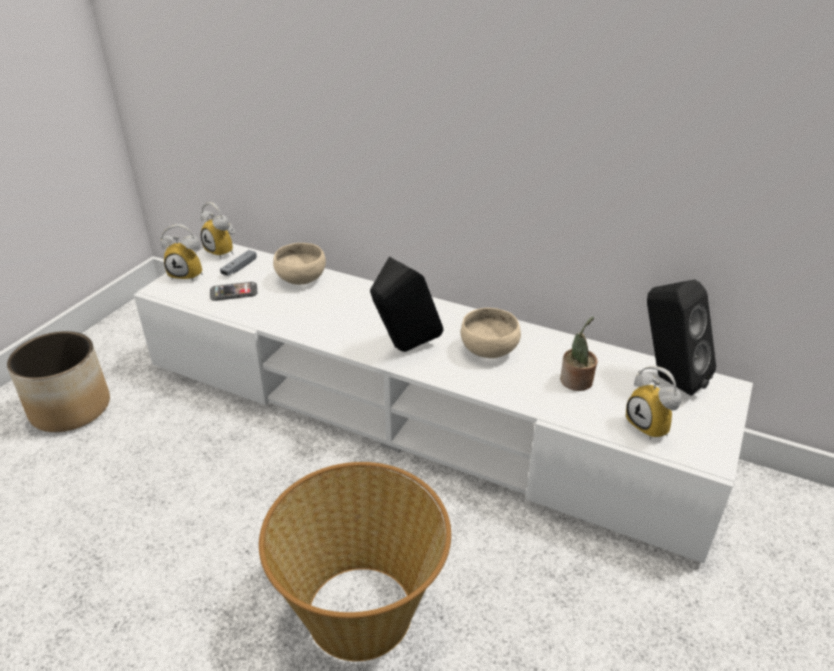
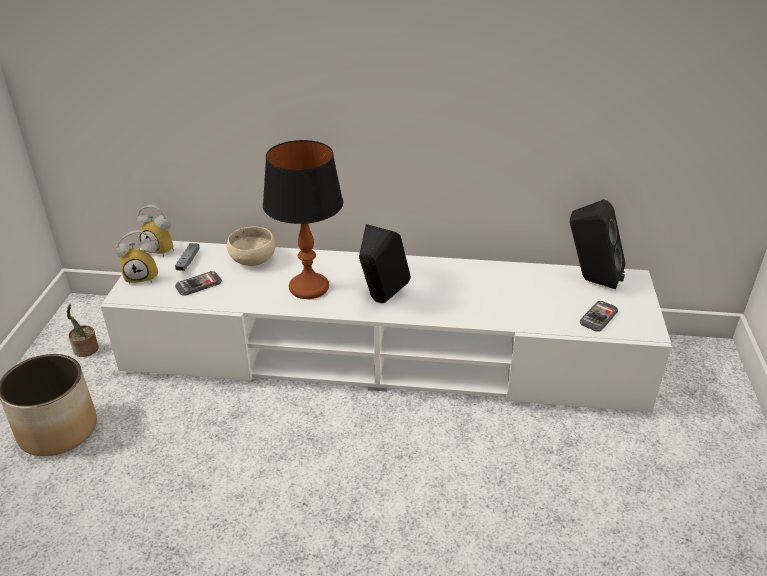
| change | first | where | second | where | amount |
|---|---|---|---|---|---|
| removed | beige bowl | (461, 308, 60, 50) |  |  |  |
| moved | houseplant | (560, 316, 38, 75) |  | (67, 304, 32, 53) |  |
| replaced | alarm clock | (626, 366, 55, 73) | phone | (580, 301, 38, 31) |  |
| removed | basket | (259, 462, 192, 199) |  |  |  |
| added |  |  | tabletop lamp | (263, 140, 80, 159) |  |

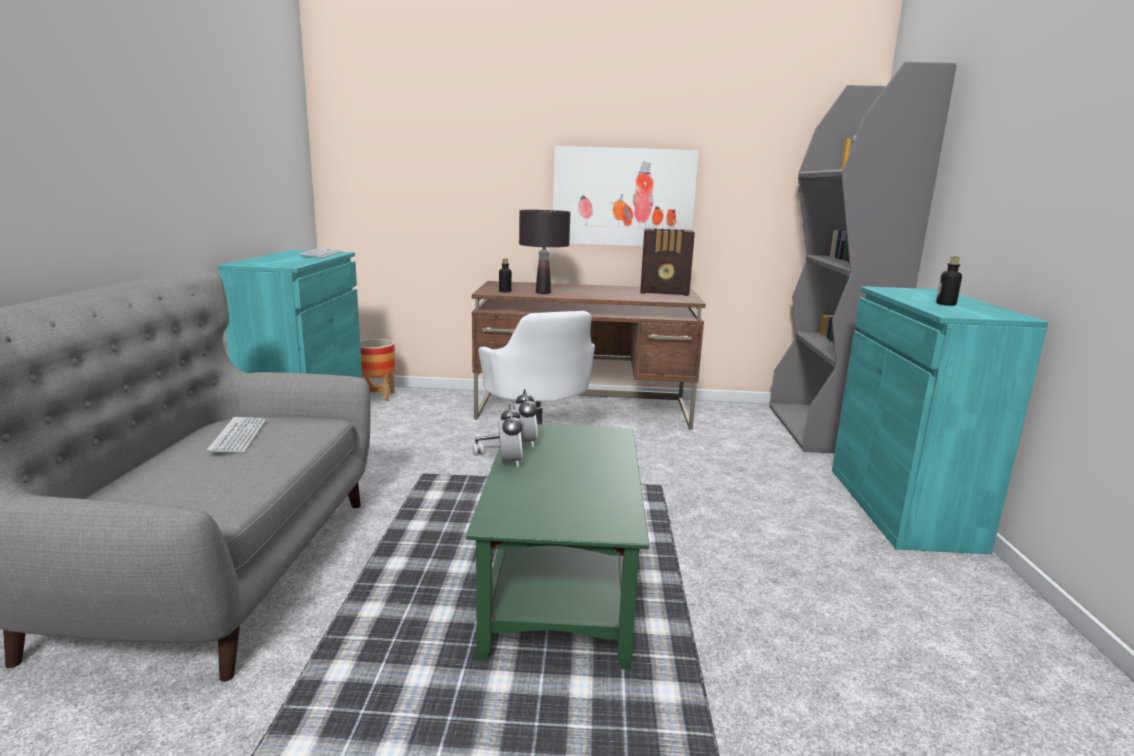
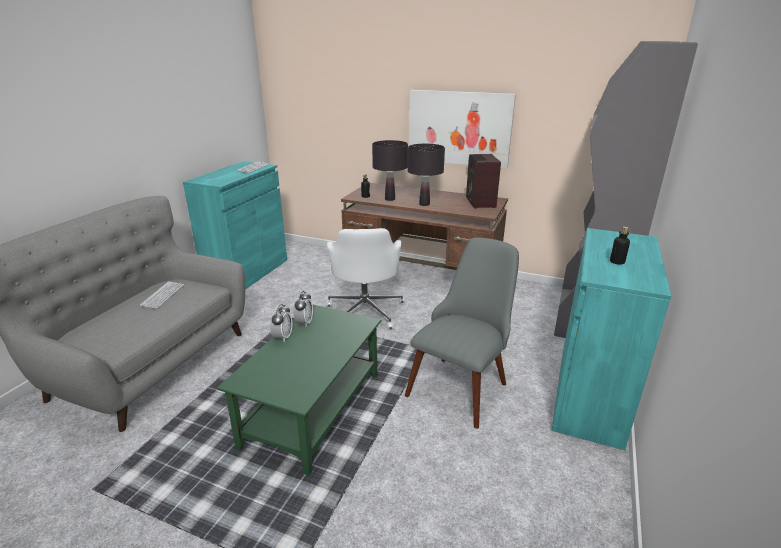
| change | first | where | second | where | amount |
|---|---|---|---|---|---|
| turned | radio | (640, 228, 55, 68) |  | (466, 154, 35, 54) | 60 degrees clockwise |
| removed | flower pot | (360, 339, 35, 62) |  |  |  |
| added |  |  | black-coloured tabletop lamp | (408, 144, 37, 62) |  |
| added |  |  | gray upright chair | (405, 237, 114, 192) |  |

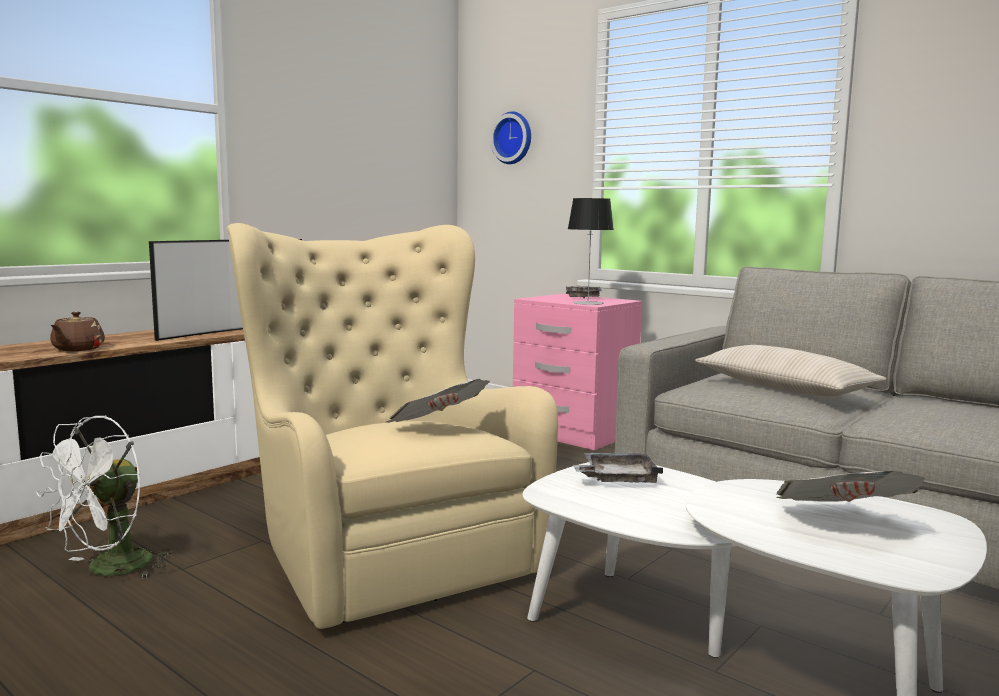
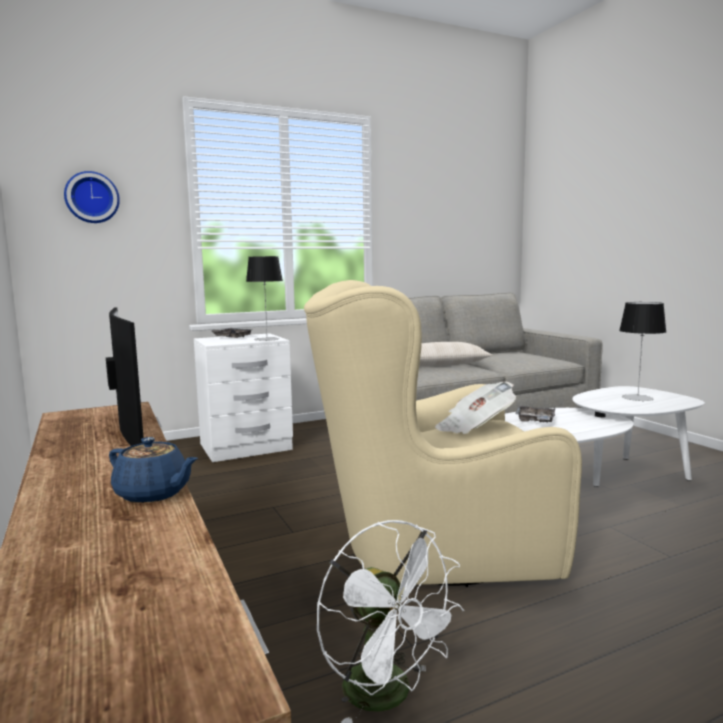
| change | first | where | second | where | amount |
|---|---|---|---|---|---|
| recoloured | pinkish bedside table | (513, 294, 129, 156) | whitish bedside table | (194, 333, 99, 129) |  |
| recoloured | brownish teapot | (50, 312, 55, 39) | blue teapot | (109, 437, 89, 66) |  |
| replaced | newspaper | (776, 471, 150, 31) | tabletop lamp | (619, 302, 47, 99) |  |

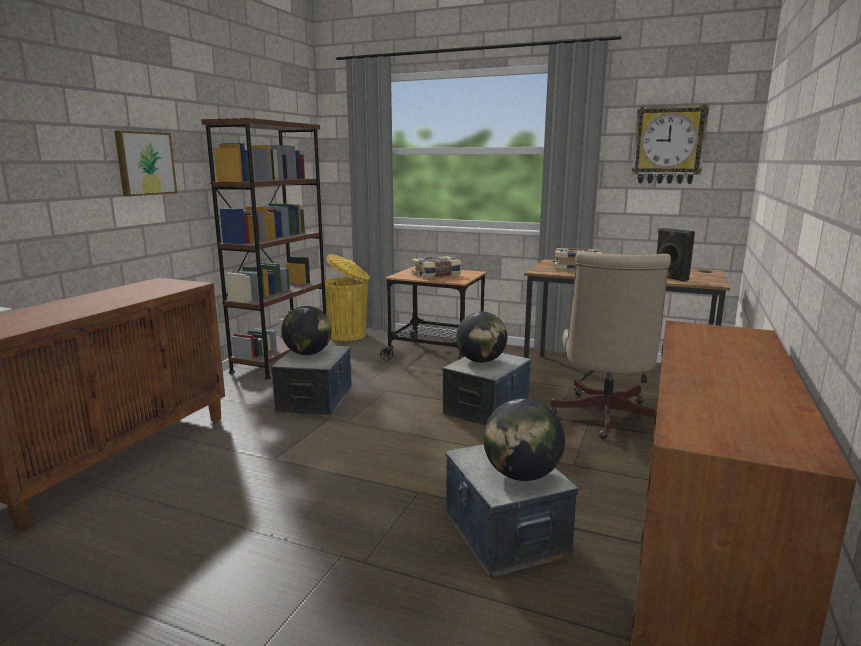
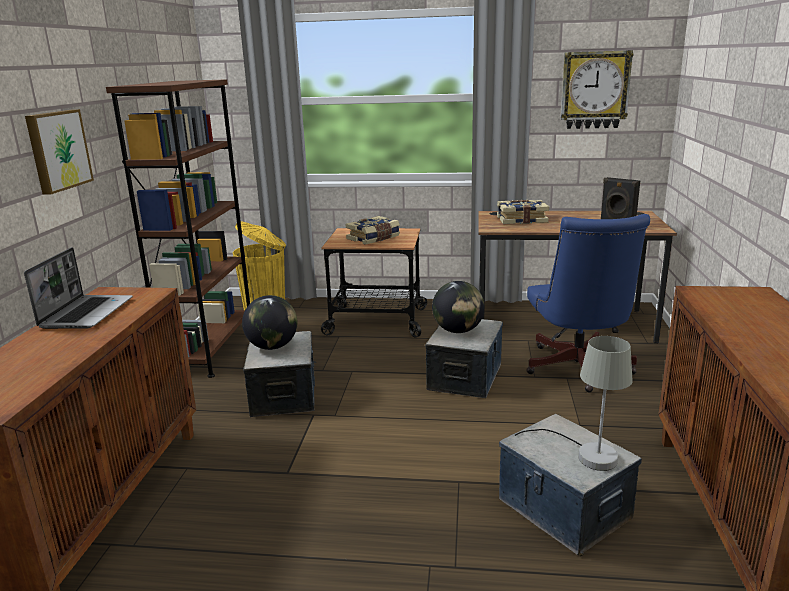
| change | first | where | second | where | amount |
|---|---|---|---|---|---|
| recoloured | beige desk chair | (550, 251, 121, 188) | blue desk chair | (526, 214, 124, 178) |  |
| replaced | globe | (483, 399, 82, 82) | gray tabletop lamp | (514, 336, 119, 135) |  |
| added |  |  | portable computer | (24, 247, 109, 82) |  |

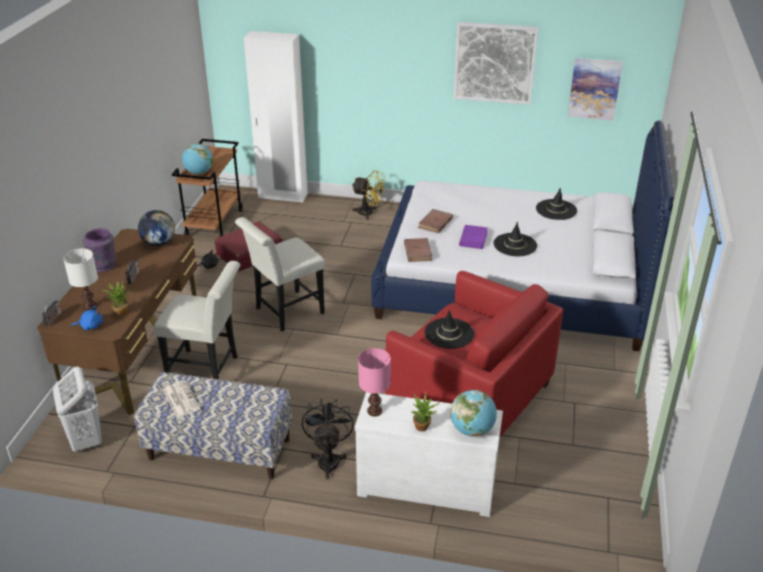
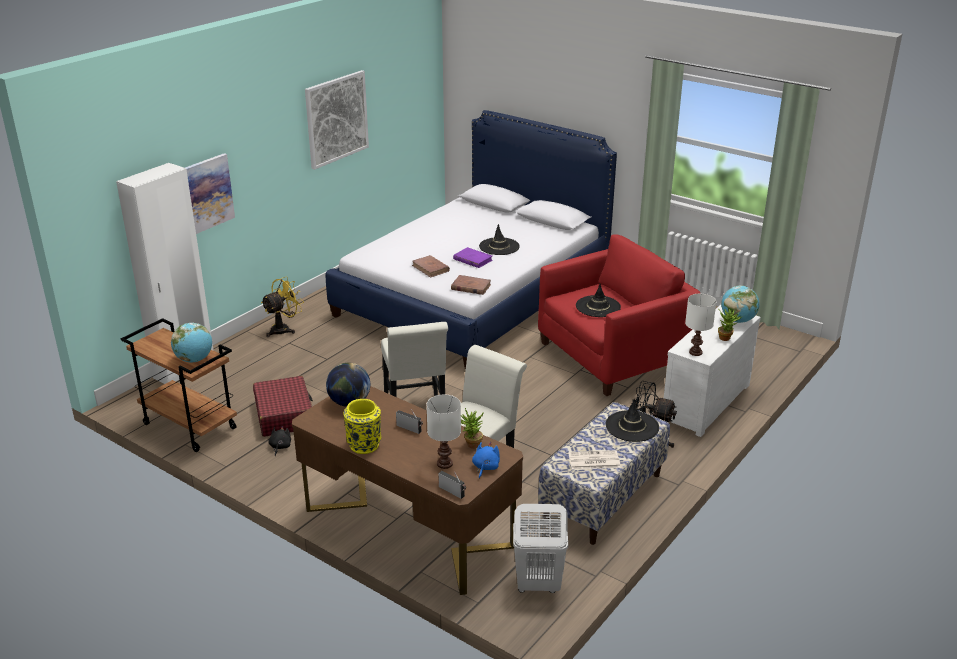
| change | first | where | second | where | amount |
|---|---|---|---|---|---|
| moved | wall picture | (568, 58, 55, 62) |  | (185, 153, 50, 81) |  |
| moved | black-coloured clothing hat | (536, 188, 41, 32) |  | (606, 399, 53, 43) |  |
| recoloured | purple-coloured vase | (83, 228, 33, 44) | yellow vase | (343, 399, 38, 55) |  |
| recoloured | pinkish tabletop lamp | (358, 348, 33, 68) | whitish tabletop lamp | (685, 294, 32, 62) |  |

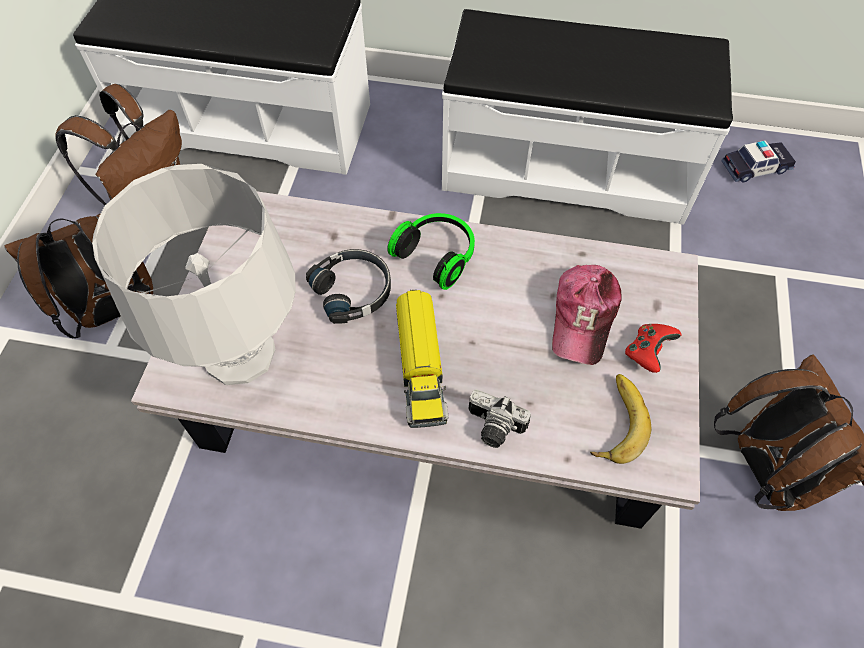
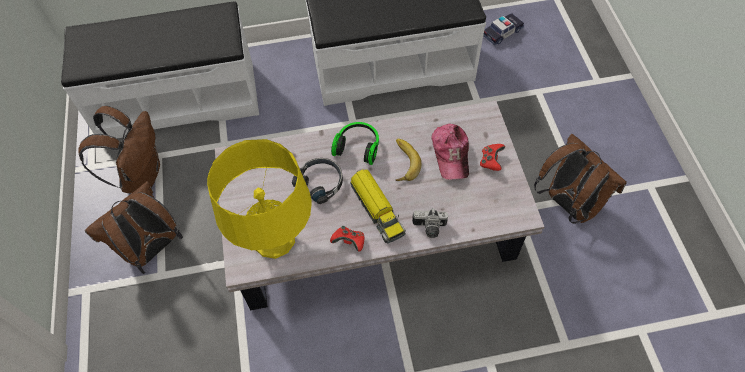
| change | first | where | second | where | amount |
|---|---|---|---|---|---|
| recoloured | gray tabletop lamp | (92, 164, 204, 221) | yellow tabletop lamp | (207, 139, 105, 120) |  |
| moved | whole banana | (590, 374, 62, 90) |  | (396, 139, 25, 42) |  |
| added |  |  | red joypad | (330, 226, 34, 26) |  |

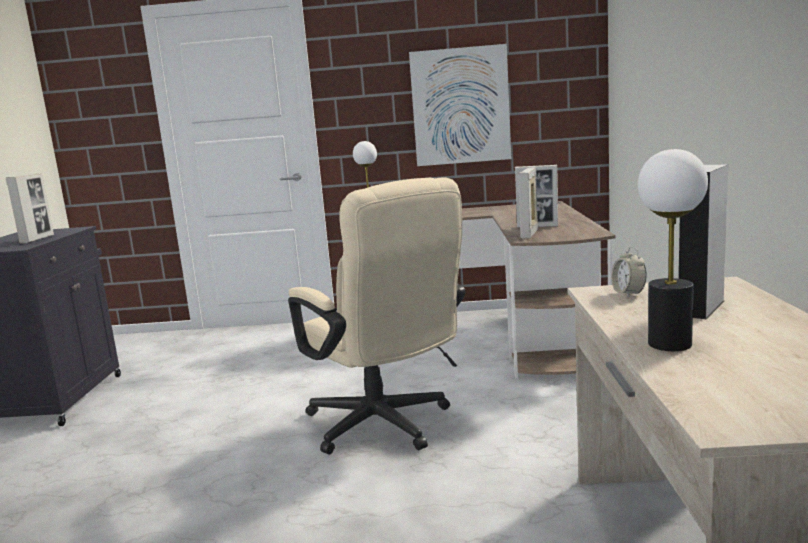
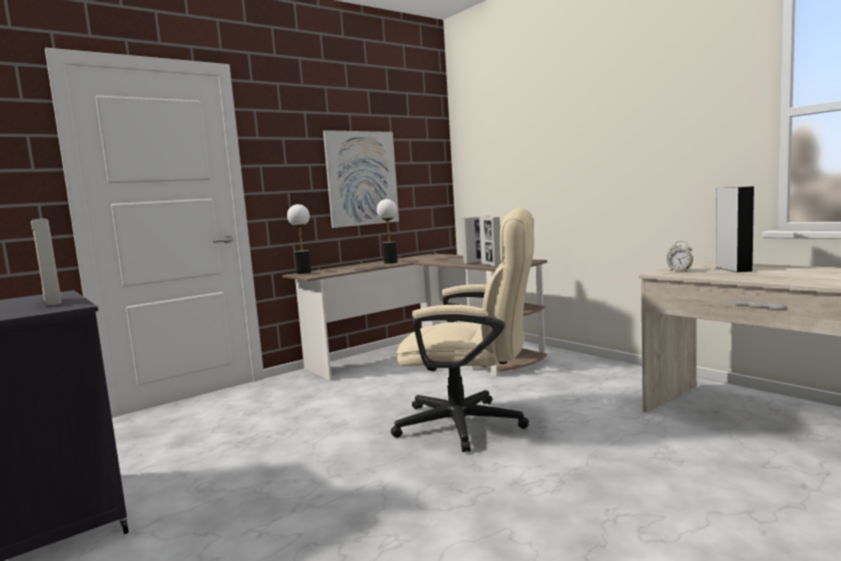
| change | first | where | second | where | amount |
|---|---|---|---|---|---|
| moved | tabletop lamp | (638, 149, 70, 202) |  | (377, 199, 20, 65) |  |

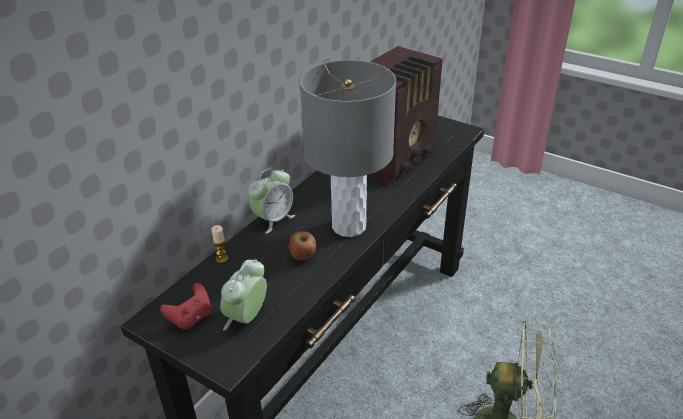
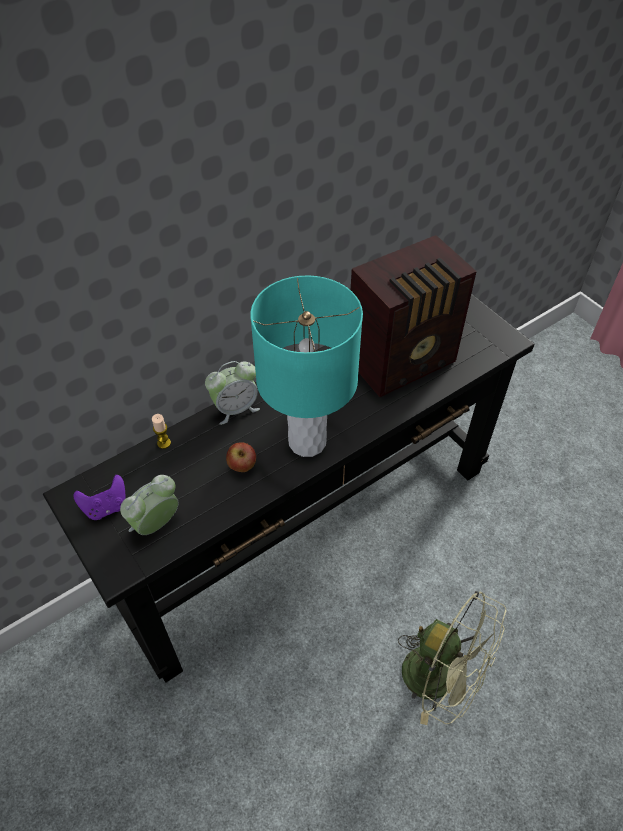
| change | first | where | second | where | amount |
|---|---|---|---|---|---|
| recoloured | gray tabletop lamp | (300, 60, 96, 177) | turquoise tabletop lamp | (250, 276, 113, 181) |  |
| recoloured | red joypad | (160, 283, 51, 47) | purple-coloured joypad | (73, 475, 53, 45) |  |

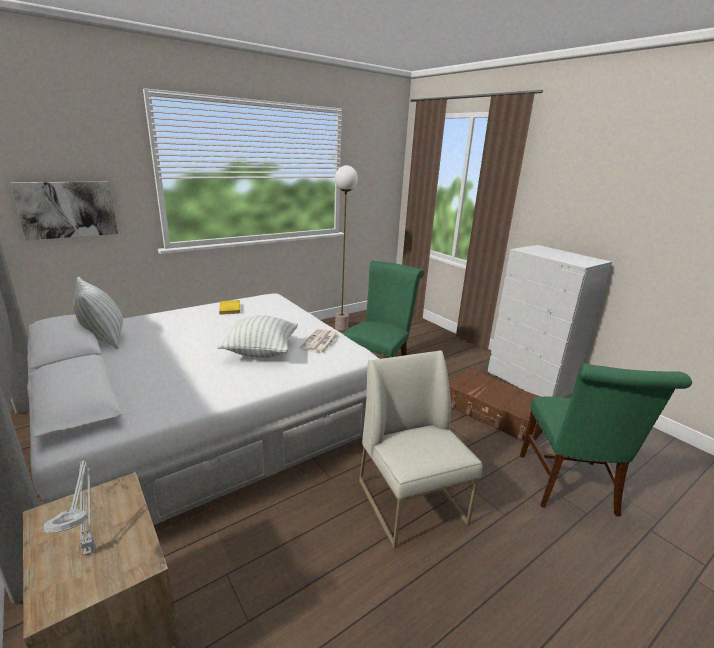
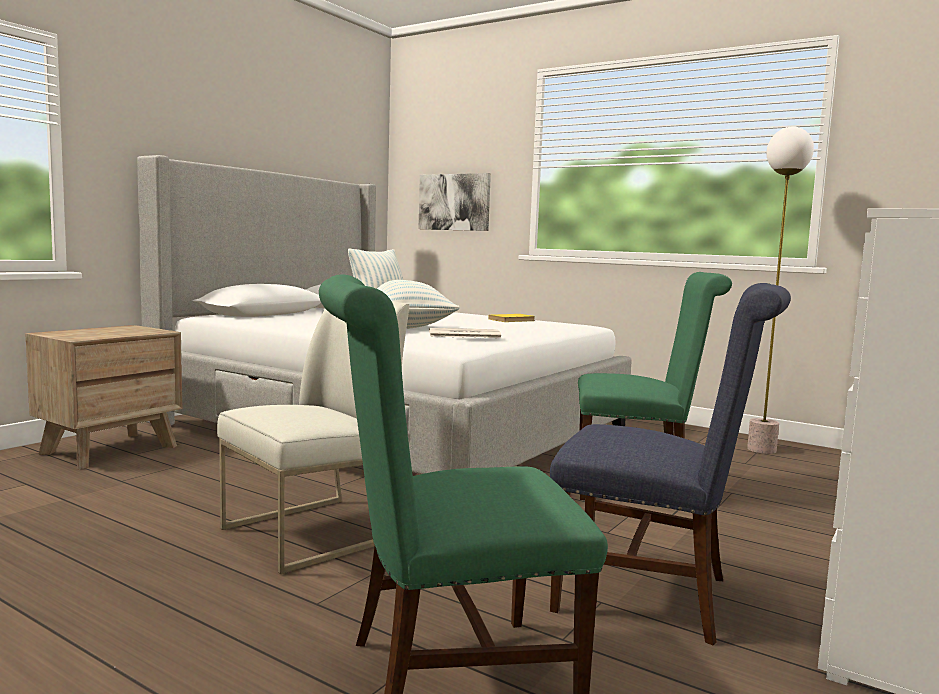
| change | first | where | second | where | amount |
|---|---|---|---|---|---|
| replaced | brownish piece of luggage | (449, 368, 94, 77) | blue upright chair | (550, 283, 241, 363) |  |
| removed | gray tabletop lamp | (44, 460, 52, 96) |  |  |  |

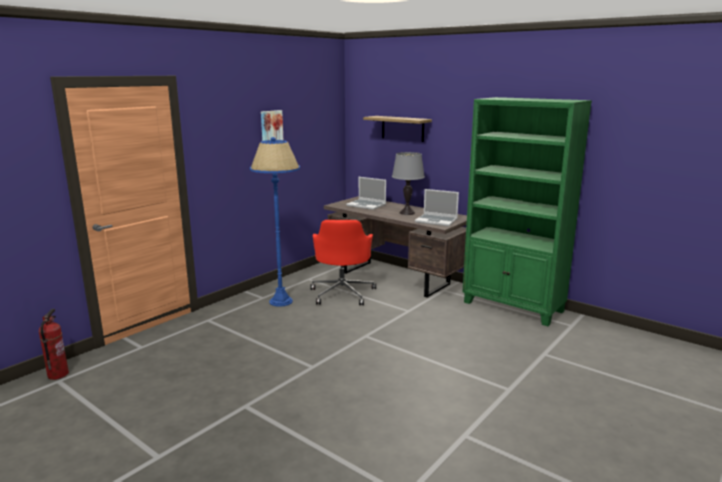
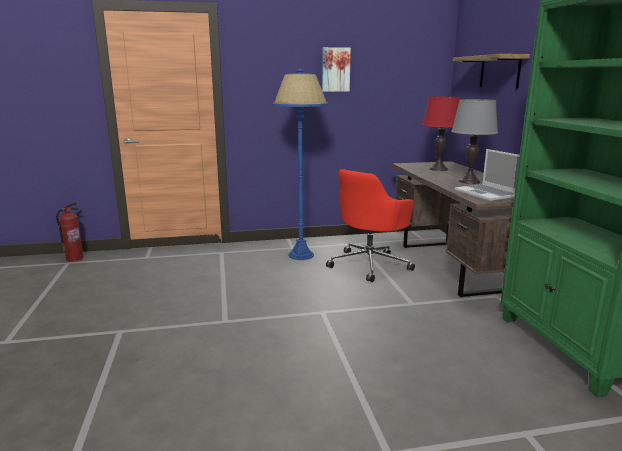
| change | first | where | second | where | amount |
|---|---|---|---|---|---|
| replaced | portable computer | (346, 177, 40, 33) | red tabletop lamp | (422, 97, 39, 74) |  |

